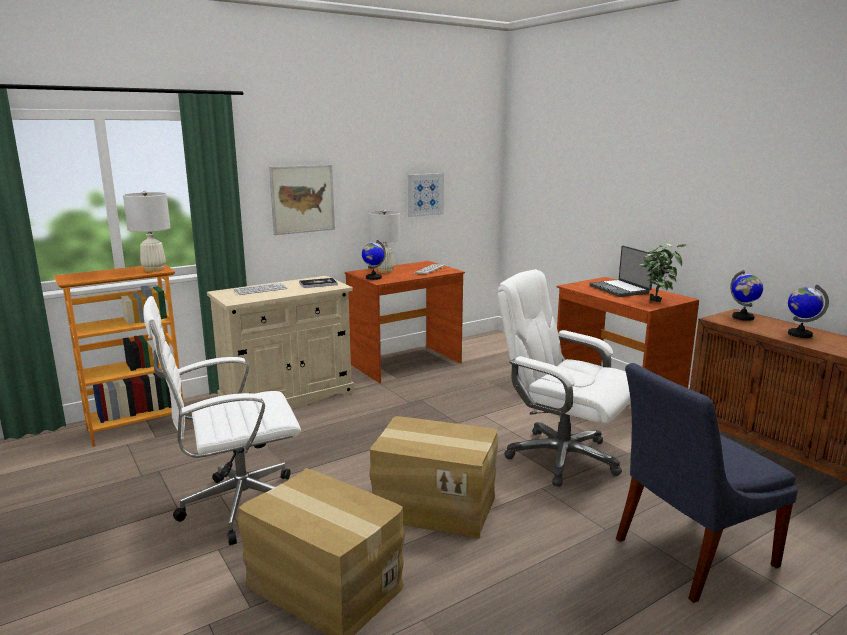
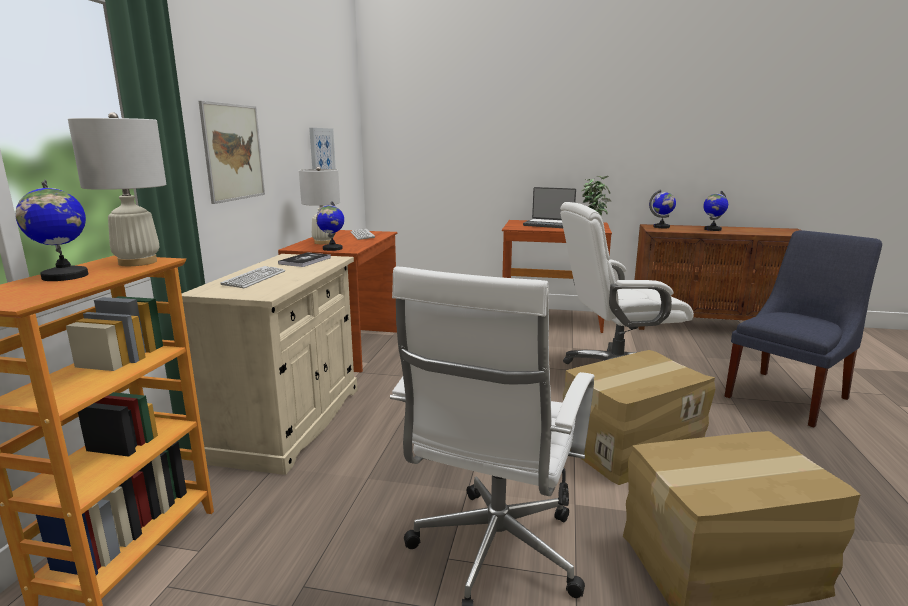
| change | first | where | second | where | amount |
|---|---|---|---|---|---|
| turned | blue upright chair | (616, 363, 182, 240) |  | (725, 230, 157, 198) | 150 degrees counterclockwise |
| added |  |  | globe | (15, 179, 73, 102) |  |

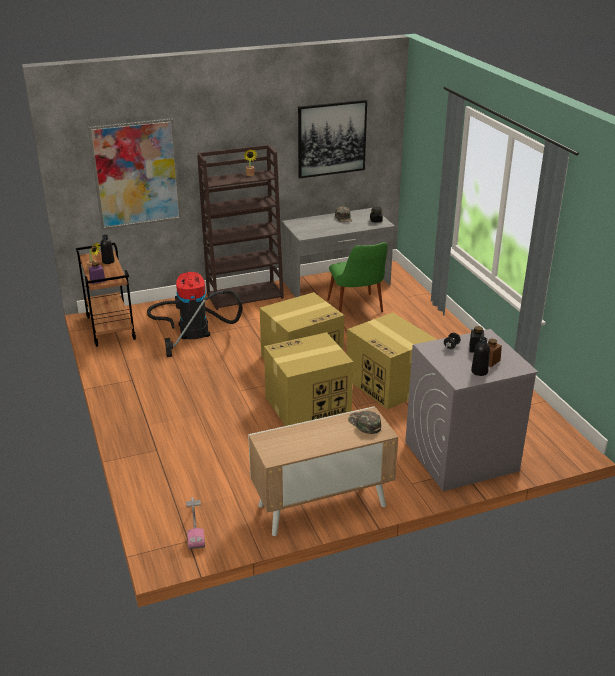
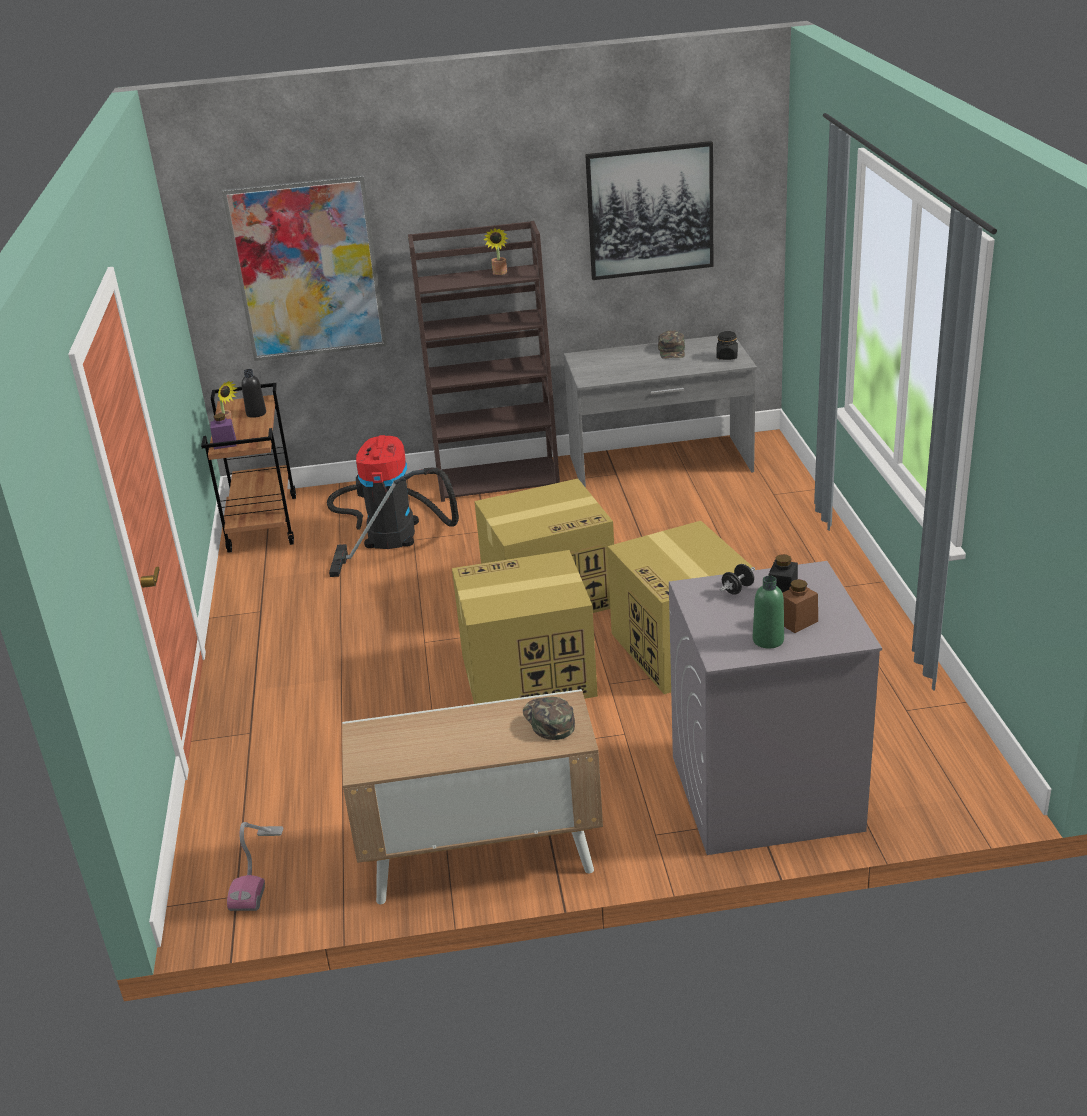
| change | first | where | second | where | amount |
|---|---|---|---|---|---|
| removed | green-coloured upright chair | (327, 242, 61, 70) |  |  |  |
| recoloured | black-coloured bottle | (471, 337, 19, 39) | green-coloured bottle | (753, 576, 31, 73) |  |

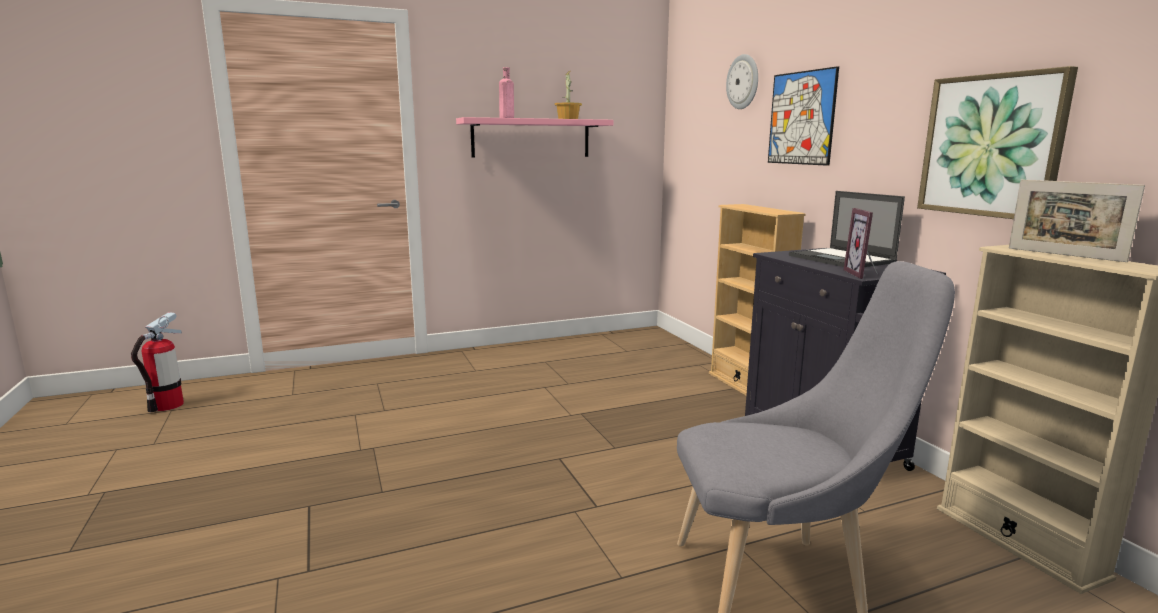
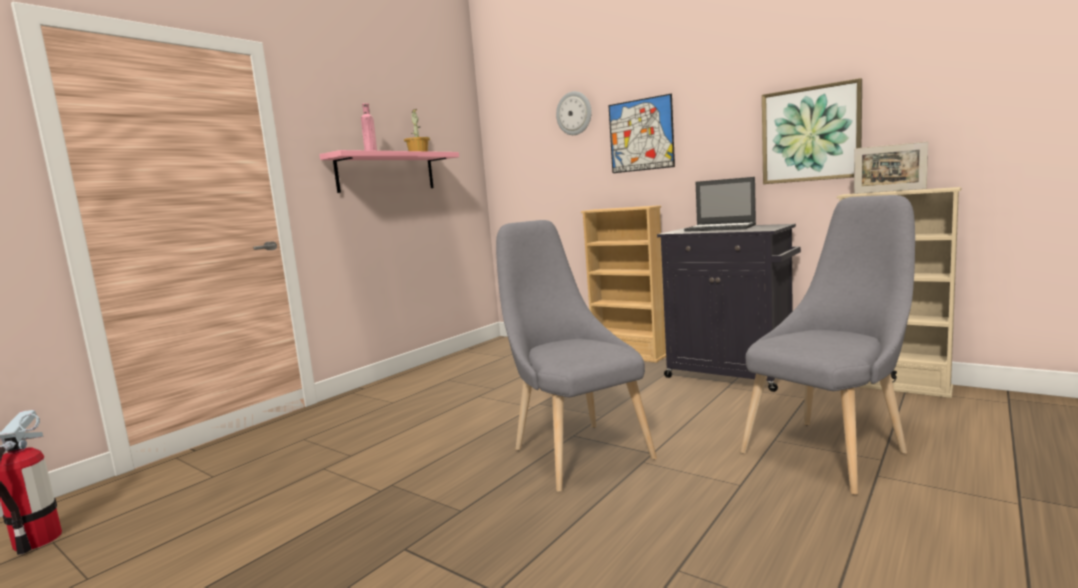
| change | first | where | second | where | amount |
|---|---|---|---|---|---|
| removed | standing frame | (844, 208, 34, 71) |  |  |  |
| added |  |  | gray upright chair | (496, 220, 161, 272) |  |

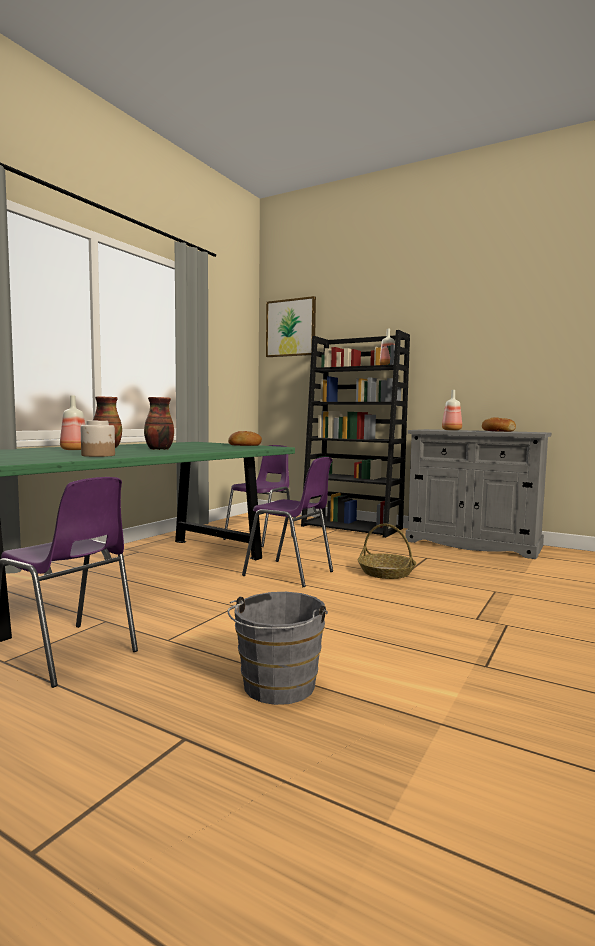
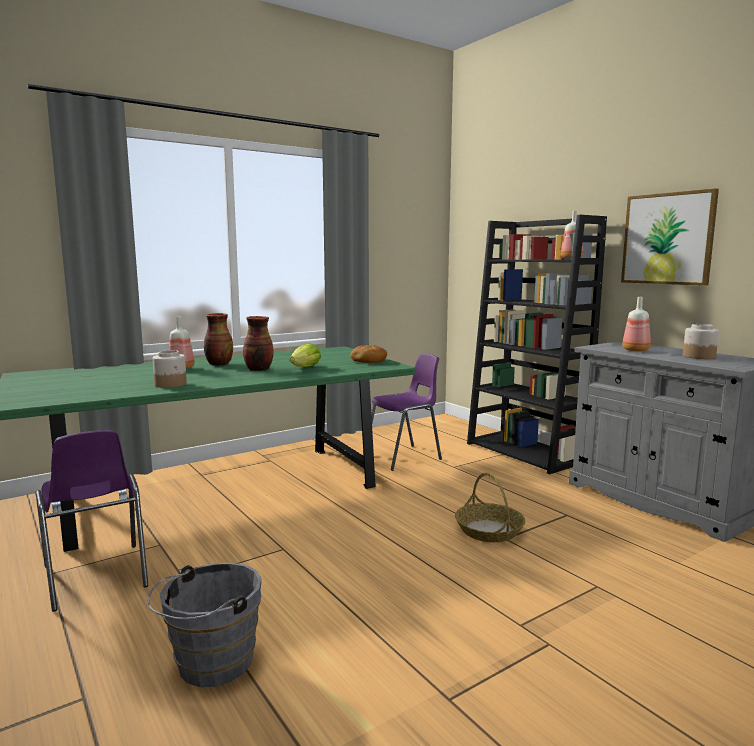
| change | first | where | second | where | amount |
|---|---|---|---|---|---|
| moved | wall picture | (266, 296, 50, 61) |  | (621, 188, 98, 98) |  |
| replaced | baked bread | (482, 417, 34, 15) | storage jar | (683, 324, 36, 35) |  |
| removed | purple-coloured upright chair | (242, 457, 91, 130) |  |  |  |
| added |  |  | lettuce | (290, 343, 31, 24) |  |

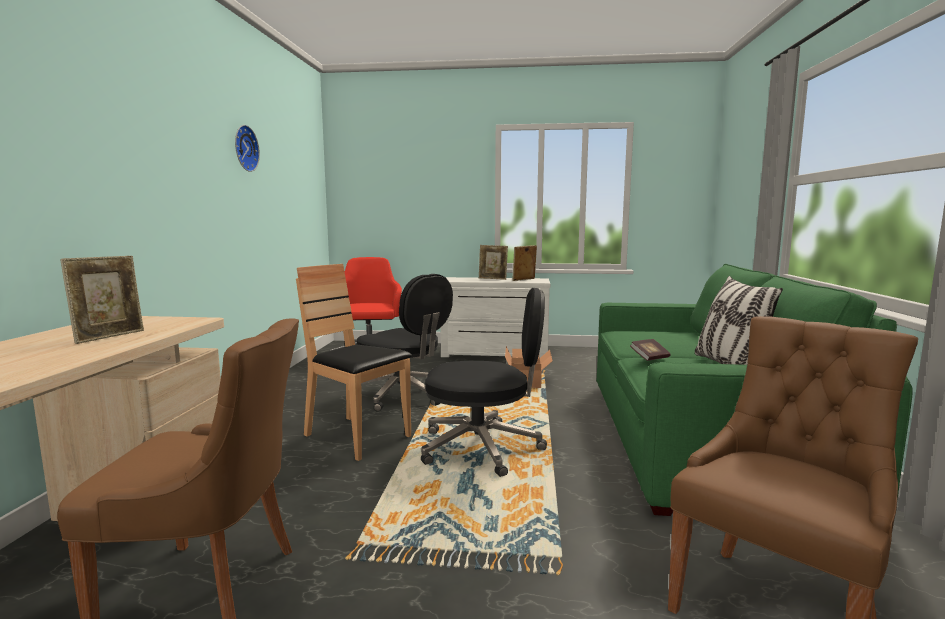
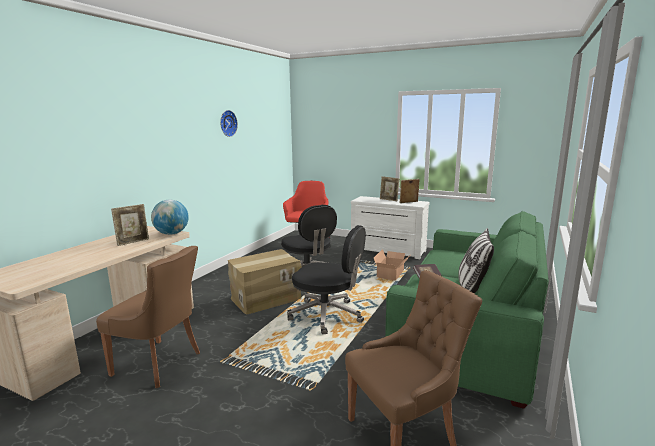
| change | first | where | second | where | amount |
|---|---|---|---|---|---|
| replaced | brownish upright chair | (296, 264, 116, 197) | packing box | (228, 249, 74, 66) |  |
| added |  |  | globe | (151, 200, 38, 35) |  |

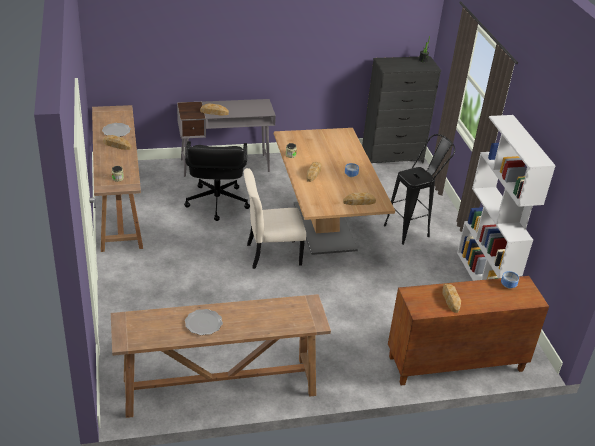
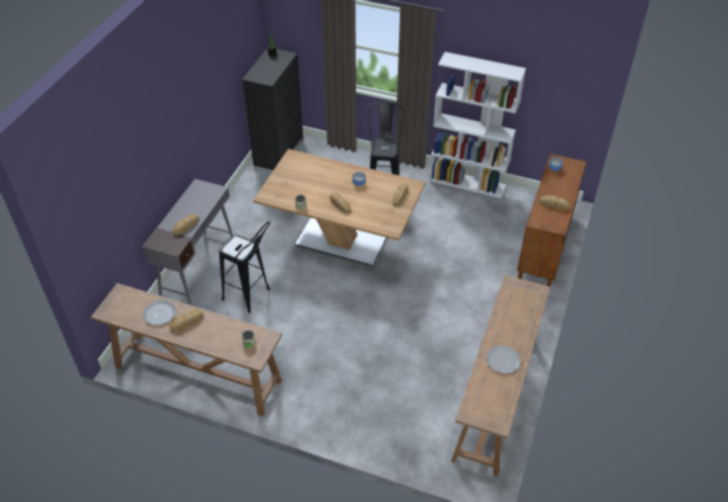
| change | first | where | second | where | amount |
|---|---|---|---|---|---|
| replaced | black-coloured desk chair | (184, 141, 66, 80) | black-coloured stool | (219, 221, 51, 92) |  |
| removed | beige upright chair | (244, 168, 62, 101) |  |  |  |

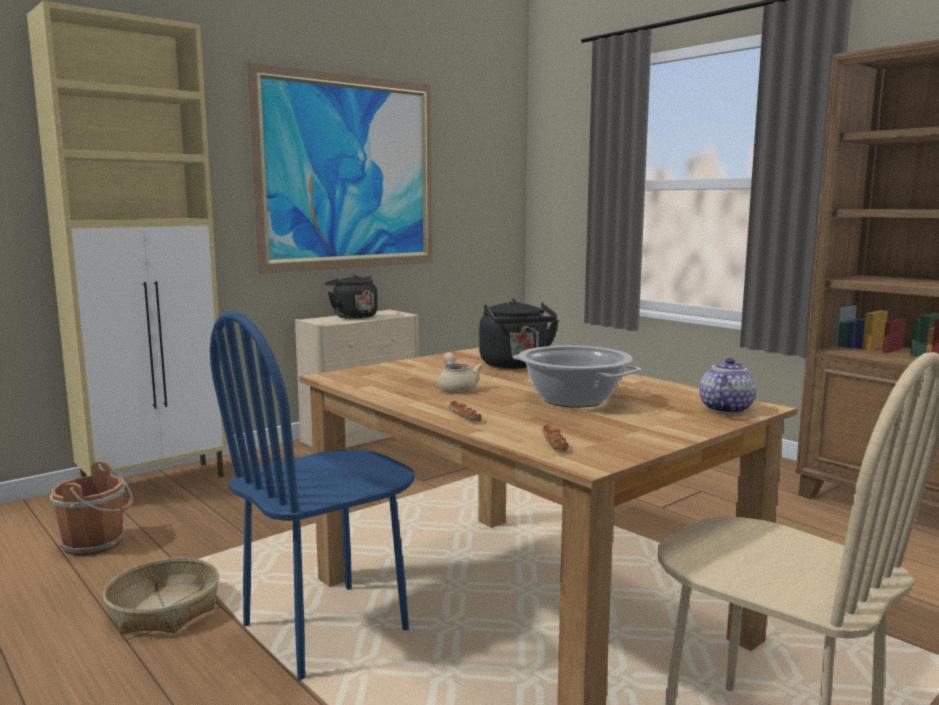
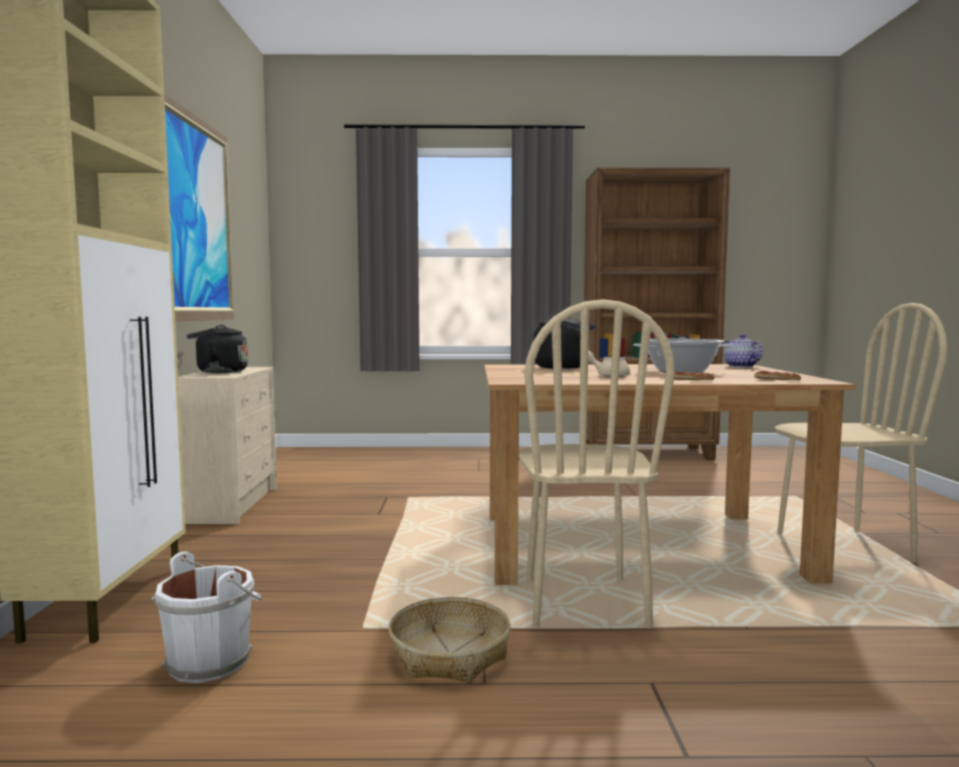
| change | first | where | second | where | amount |
|---|---|---|---|---|---|
| recoloured | blue upright chair | (210, 311, 205, 370) | beige upright chair | (518, 299, 157, 330) |  |
| recoloured | brownish pail | (50, 461, 84, 95) | whitish pail | (151, 552, 111, 131) |  |

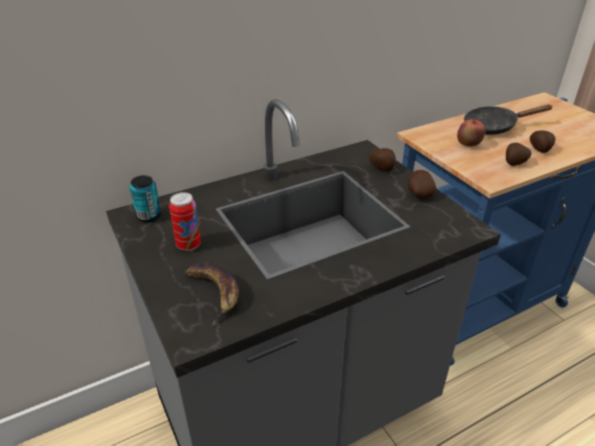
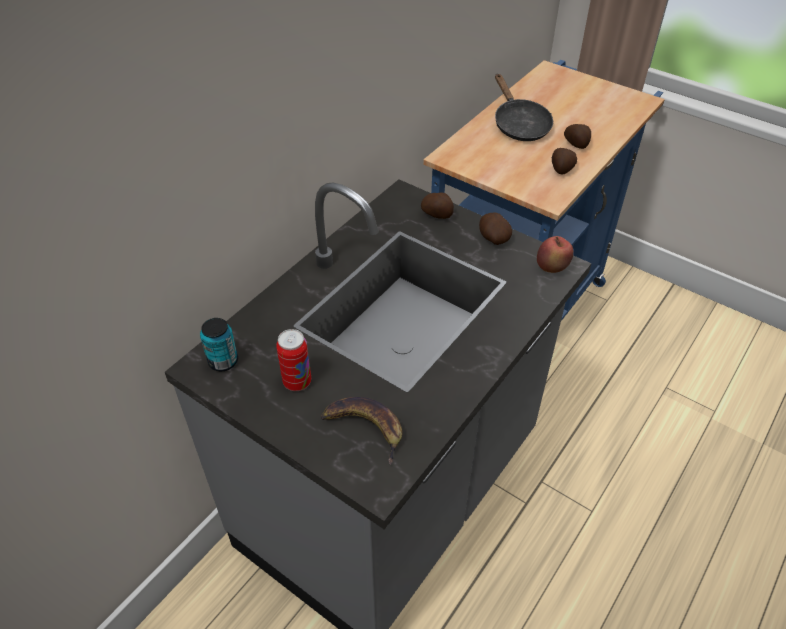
| change | first | where | second | where | amount |
|---|---|---|---|---|---|
| turned | black-coloured frying pan | (464, 104, 89, 31) |  | (495, 74, 58, 67) | 75 degrees counterclockwise |
| moved | apple | (457, 118, 29, 29) |  | (537, 236, 37, 37) |  |

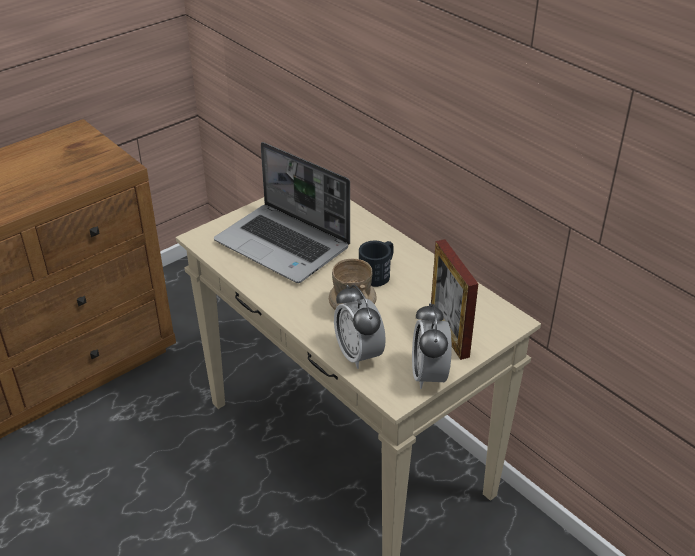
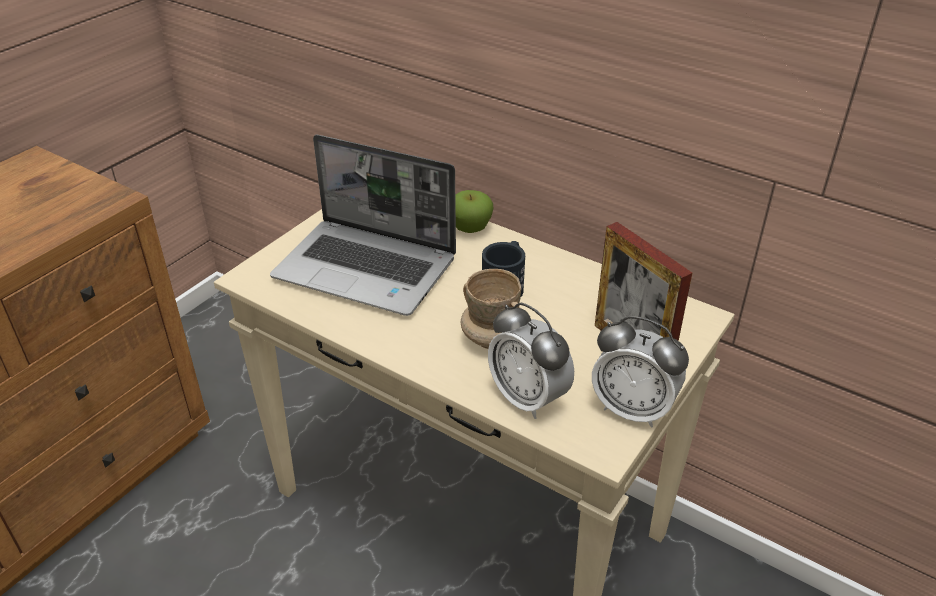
| change | first | where | second | where | amount |
|---|---|---|---|---|---|
| turned | alarm clock | (412, 303, 40, 86) |  | (592, 316, 97, 112) | 45 degrees counterclockwise |
| added |  |  | apple | (455, 190, 38, 43) |  |

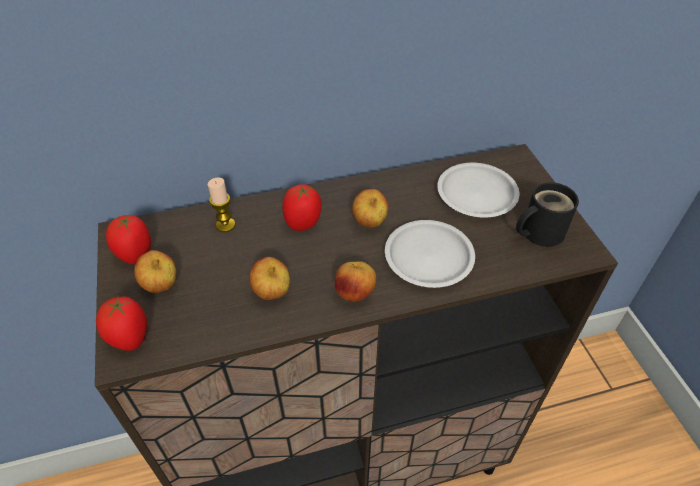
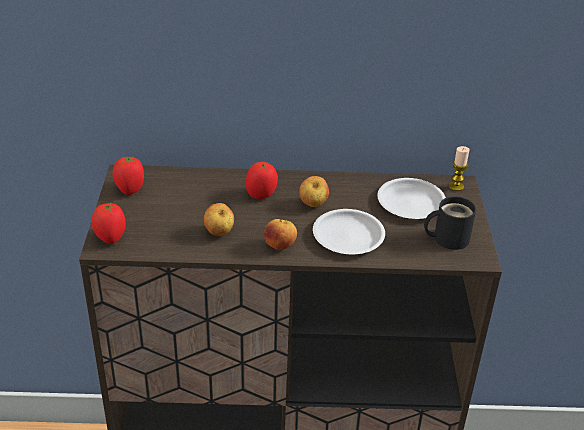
| change | first | where | second | where | amount |
|---|---|---|---|---|---|
| moved | wax light | (208, 177, 28, 55) |  | (449, 146, 21, 45) |  |
| removed | apple | (134, 250, 43, 43) |  |  |  |

